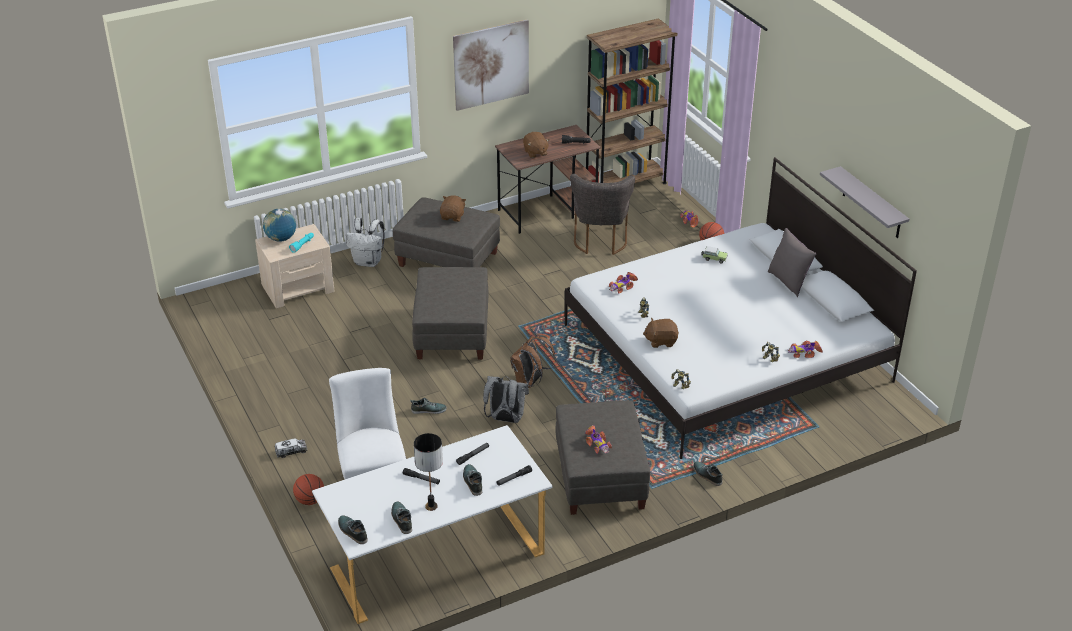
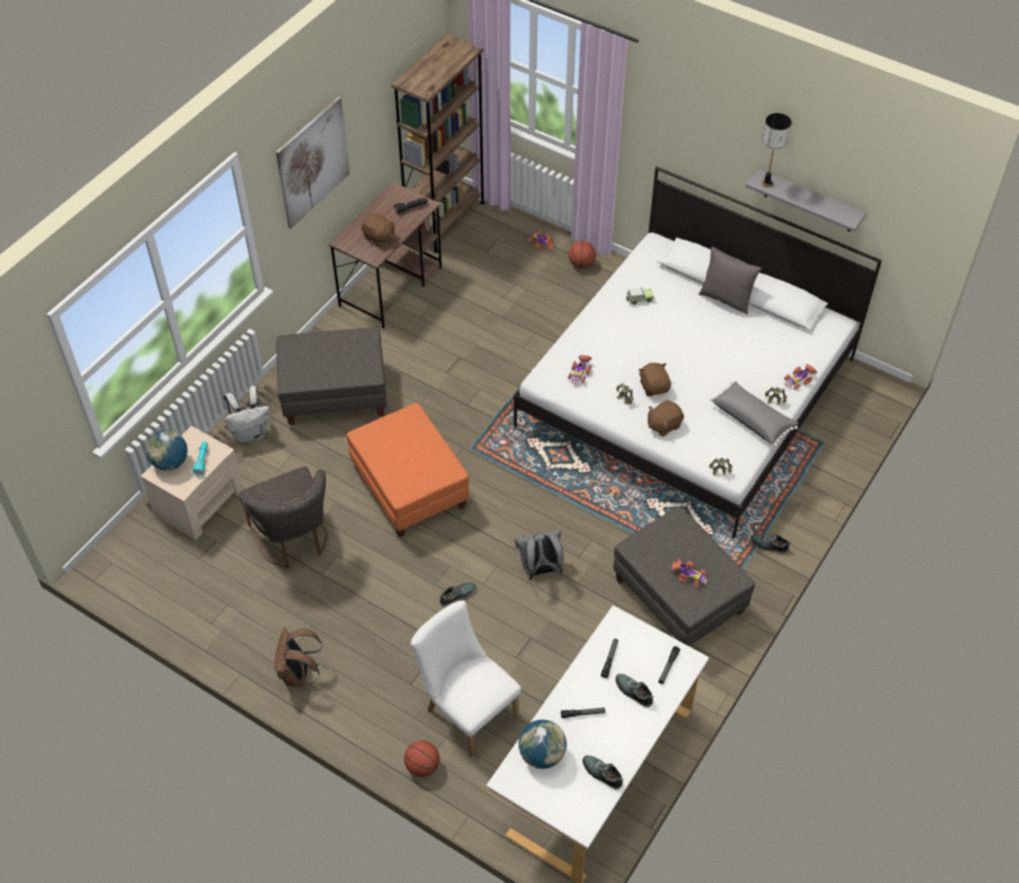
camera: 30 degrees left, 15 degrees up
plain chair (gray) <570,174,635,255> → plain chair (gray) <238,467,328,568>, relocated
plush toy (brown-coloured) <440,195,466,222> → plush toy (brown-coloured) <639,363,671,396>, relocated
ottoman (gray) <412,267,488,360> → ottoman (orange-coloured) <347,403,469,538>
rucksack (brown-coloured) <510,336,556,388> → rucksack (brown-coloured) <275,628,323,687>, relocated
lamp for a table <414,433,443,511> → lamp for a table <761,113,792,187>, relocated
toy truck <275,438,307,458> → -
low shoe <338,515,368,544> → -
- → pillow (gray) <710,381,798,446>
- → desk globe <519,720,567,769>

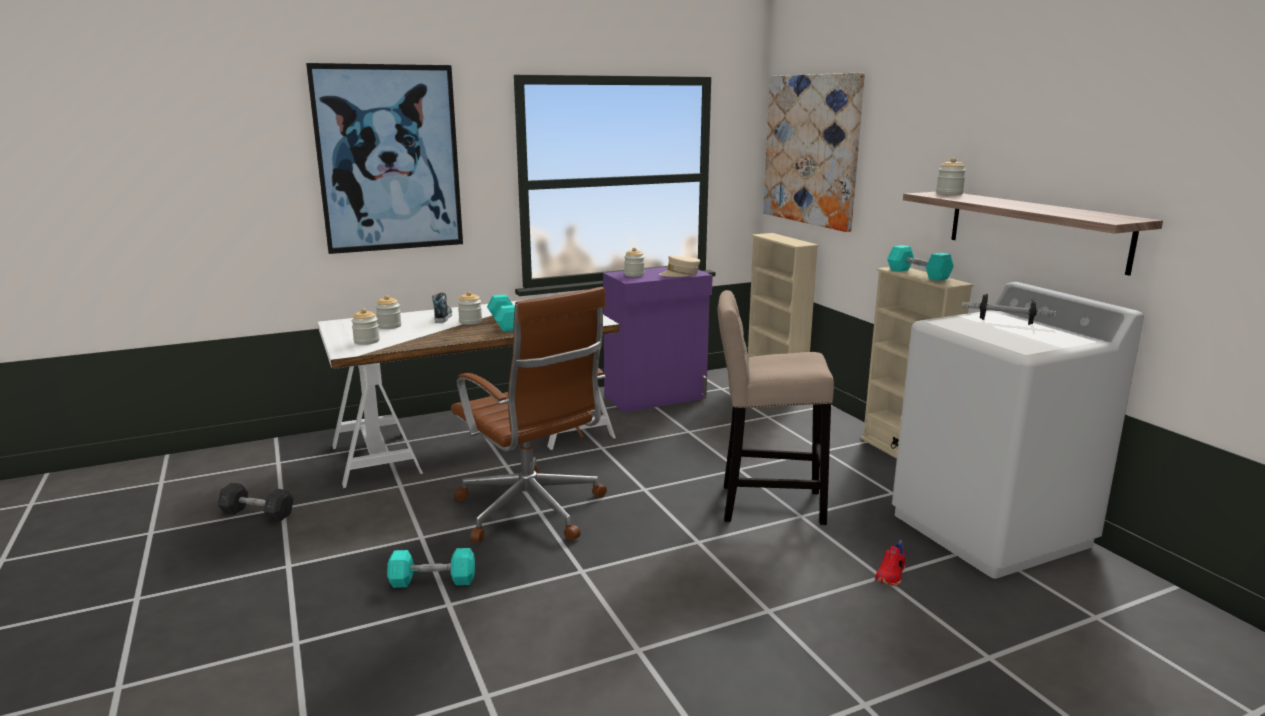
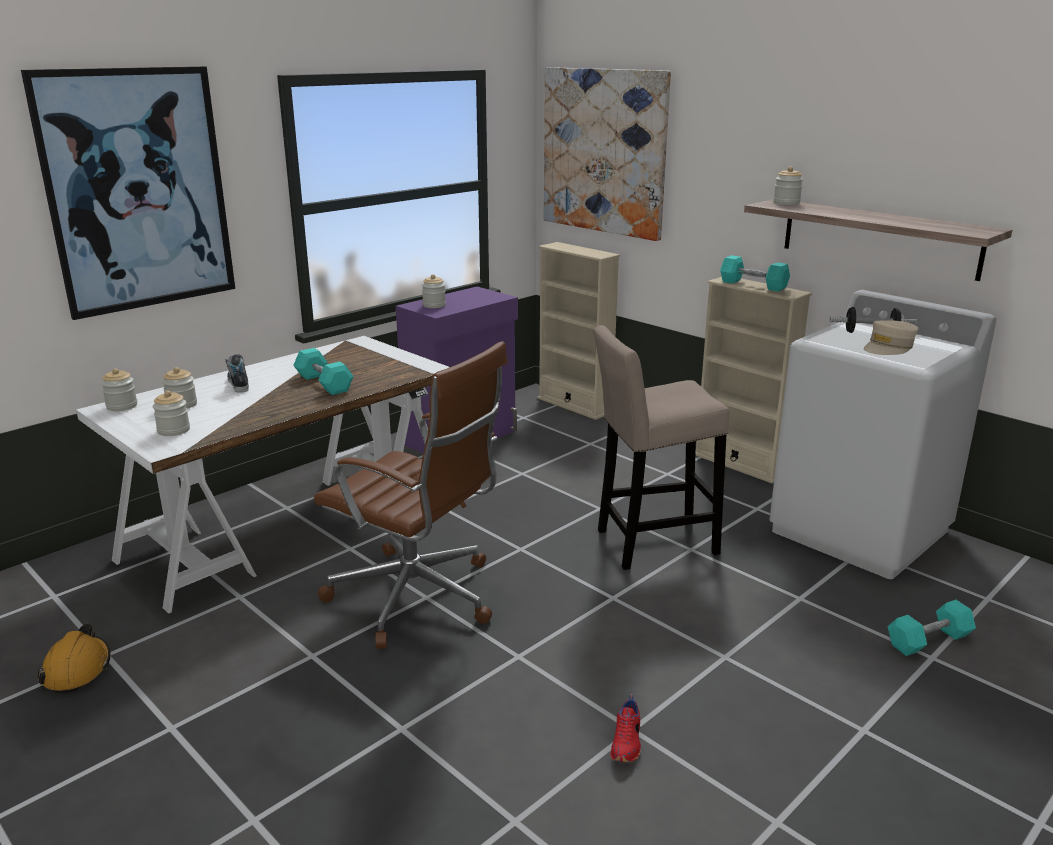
camera: 20 degrees left, 5 degrees up
baseball cap (sand-coloured) <659,256,700,277> → baseball cap (sand-coloured) <864,320,918,355>, relocated
storage jar <458,291,482,325> → storage jar <101,368,137,411>, relocated
free weight (gray) <217,483,294,521> → work helmet (orange-coloured) <37,624,111,693>
low shoe (red-coloured) <875,540,906,586> → low shoe (red-coloured) <610,694,641,762>, relocated
free weight (turquoise-coloured) <387,548,475,588> → free weight (turquoise-coloured) <887,600,976,656>, relocated

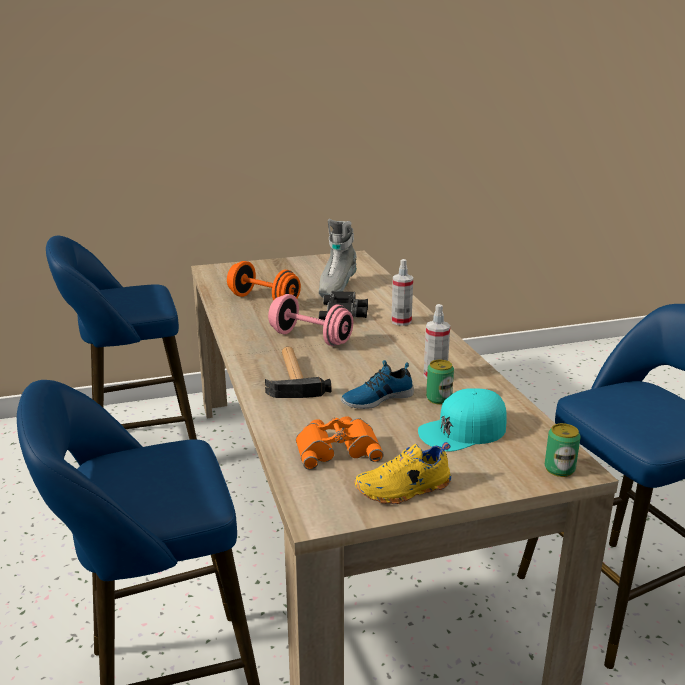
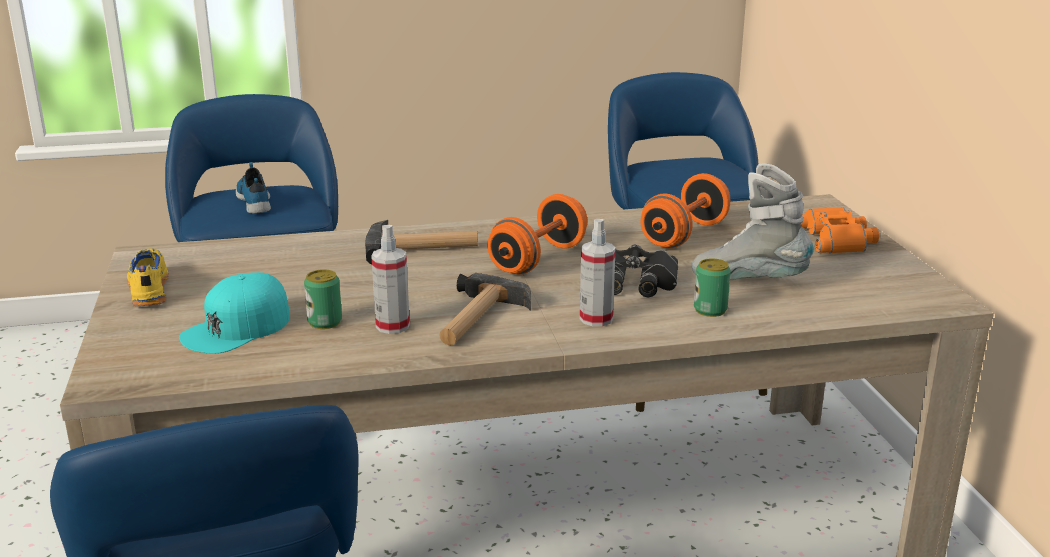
camera: 95 degrees right, 0 degrees up
free weight (pink) <268,294,353,346> → free weight (orange-coloured) <487,194,588,274>
low shoe <341,360,414,409> → low shoe <236,162,271,213>, relocated
baseball cap (turquoise-coloured) <418,388,507,452> → baseball cap (turquoise-coloured) <179,272,290,354>, 120 degrees counterclockwise
field glasses (orange-coloured) <296,416,384,470> → field glasses (orange-coloured) <801,207,879,253>, relocated
can <545,423,581,477> → can <694,258,731,317>, relocated
- → hammer <439,273,531,346>

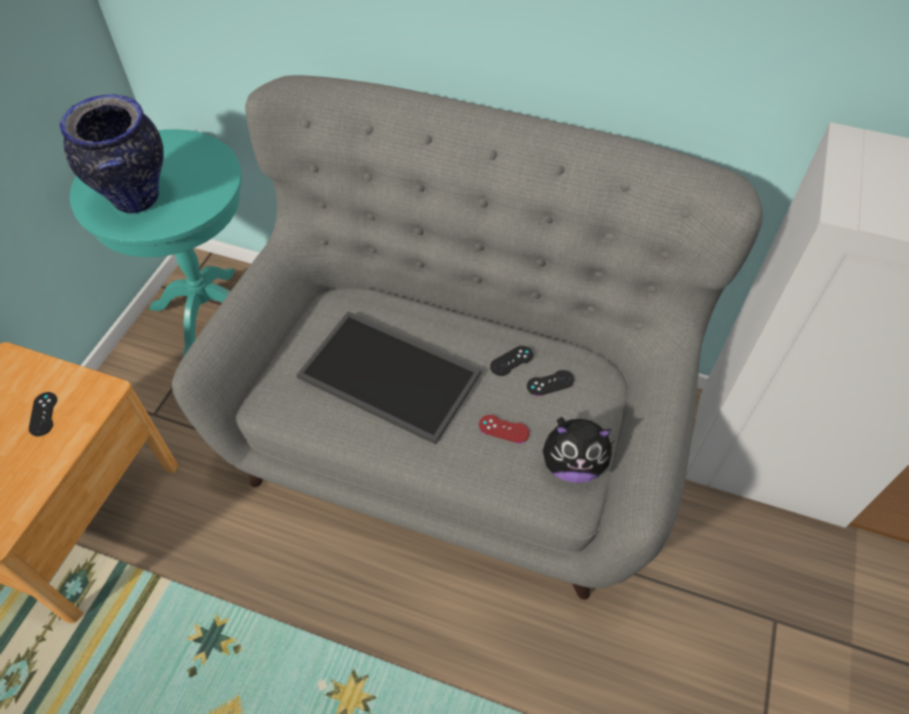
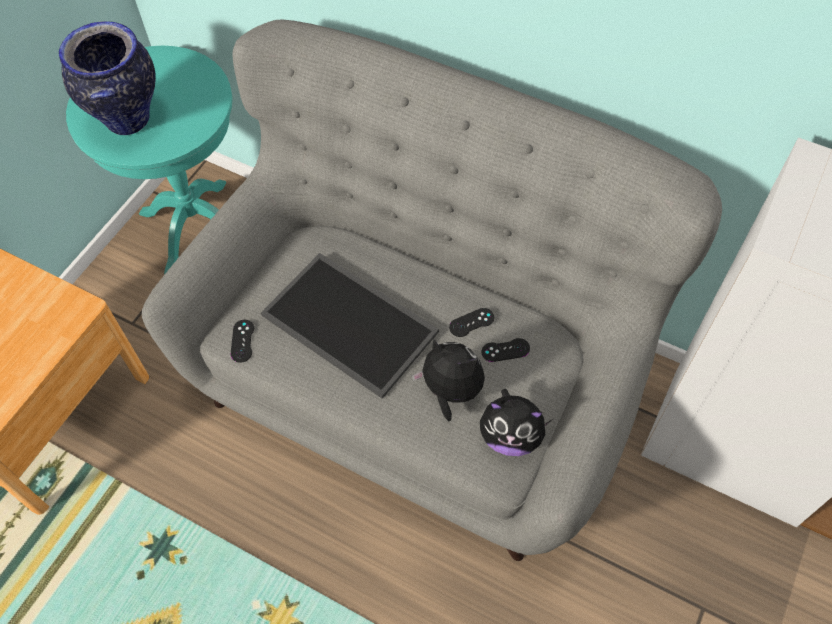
camera: 10 degrees right, 5 degrees up
gamepad (black) <29,392,57,436> → gamepad (black) <231,320,254,363>, relocated
gamepad (red-coloured) <479,415,530,443> → plush toy <412,339,485,422>

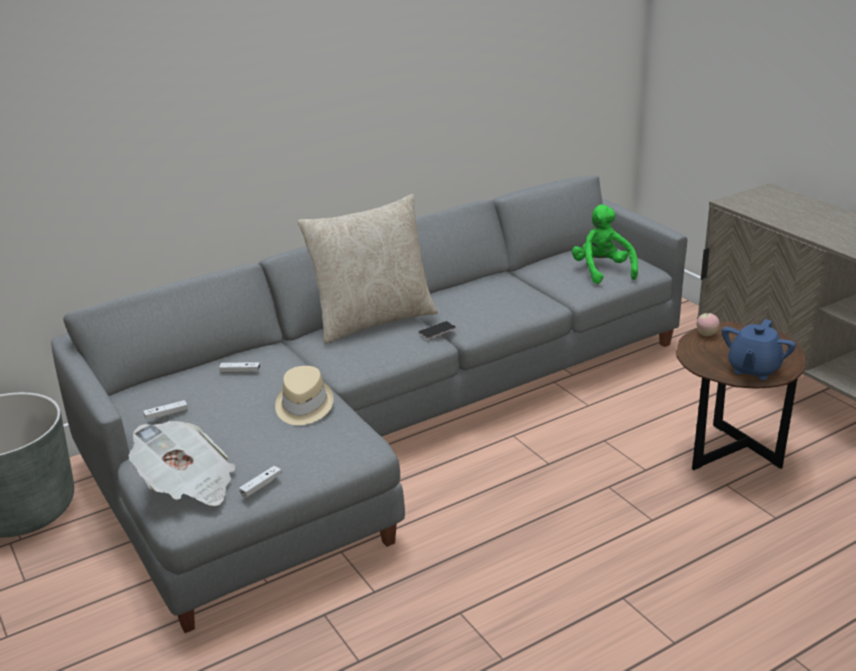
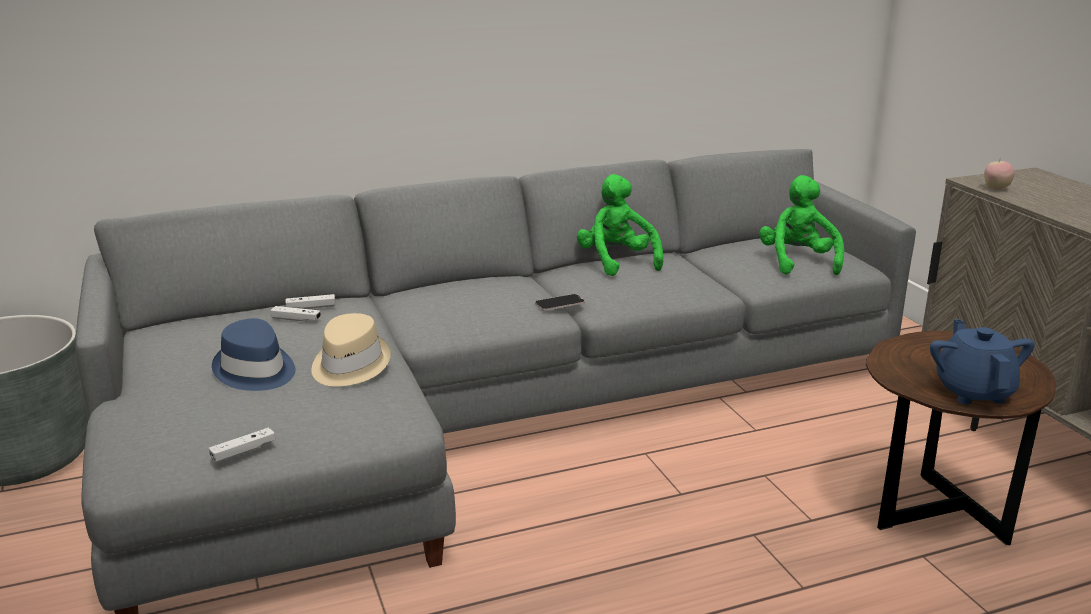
camera: 10 degrees right, 5 degrees down
pillow (sand-coloured) <298,194,438,344> → -
apple fruit <696,312,720,336> → apple fruit <984,159,1015,190>, relocated
tea pot (blue) <722,319,796,380> → tea pot (blue) <930,319,1035,405>, 135 degrees clockwise
gamepad (white-coloured) <143,400,188,419> → gamepad (white-coloured) <285,294,335,309>, relocated
daily paper <128,421,236,506> → -
- → plush toy (green-coloured) <577,174,663,276>
- → hat (blue) <212,318,296,391>

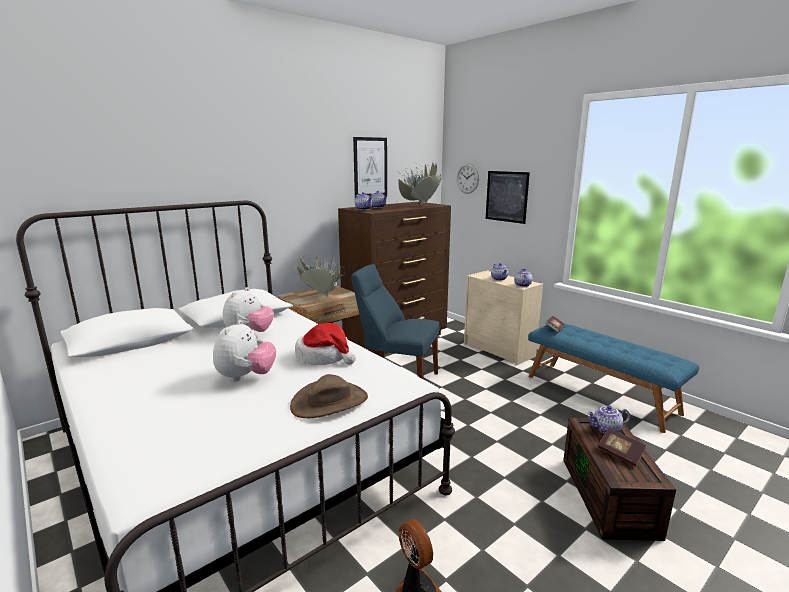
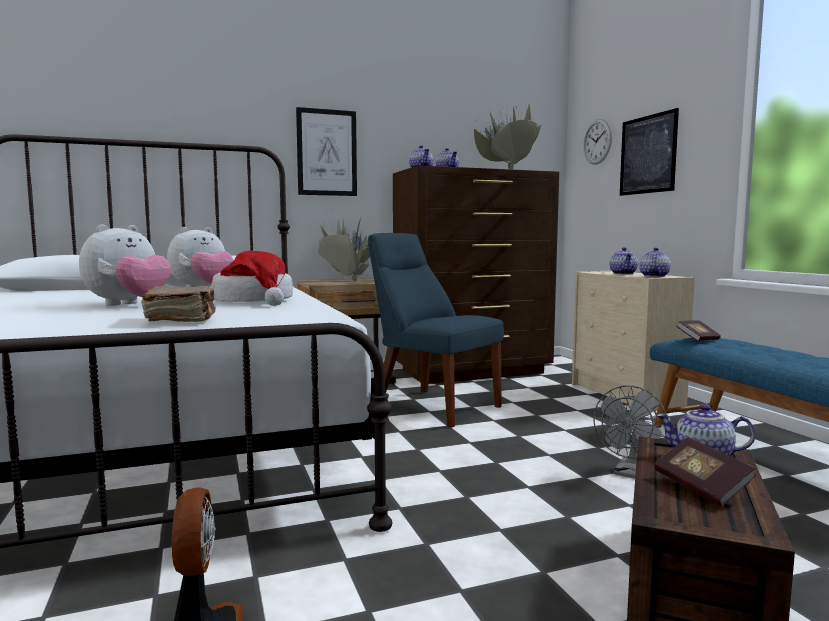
camera: 20 degrees right, 10 degrees down
picture <353,137,387,196> → picture <296,107,357,196>, relocated
hat (brown-coloured) <290,374,368,418> → bound book (brown-coloured) <141,286,216,322>
- → cooling fan (gray) <593,386,666,479>

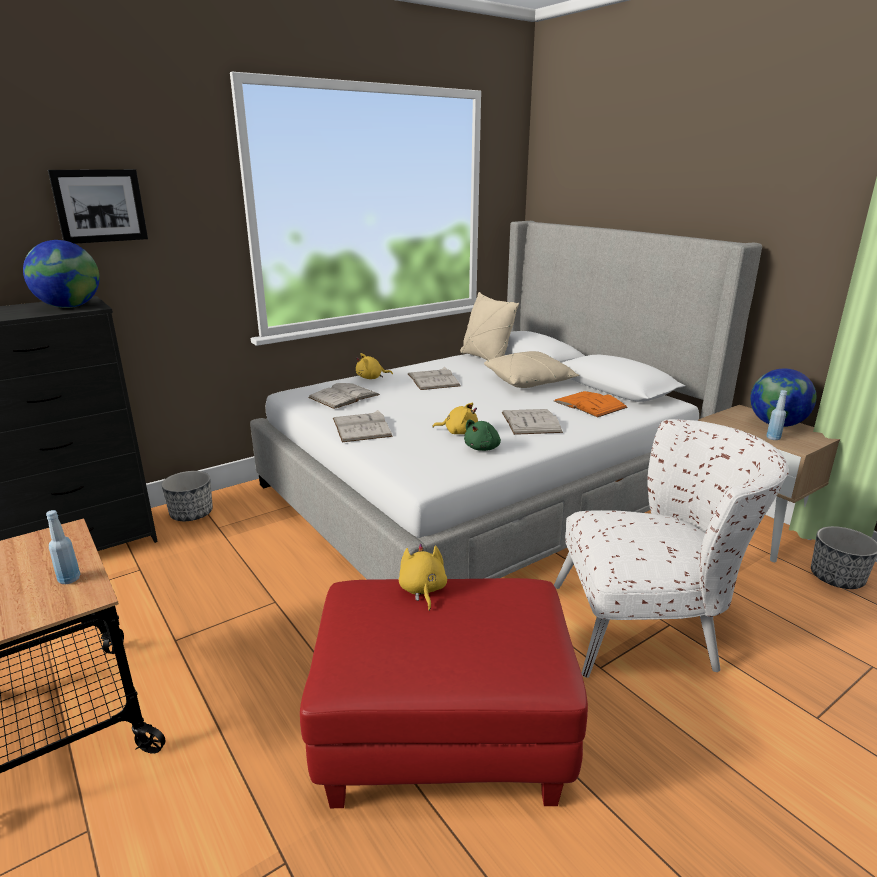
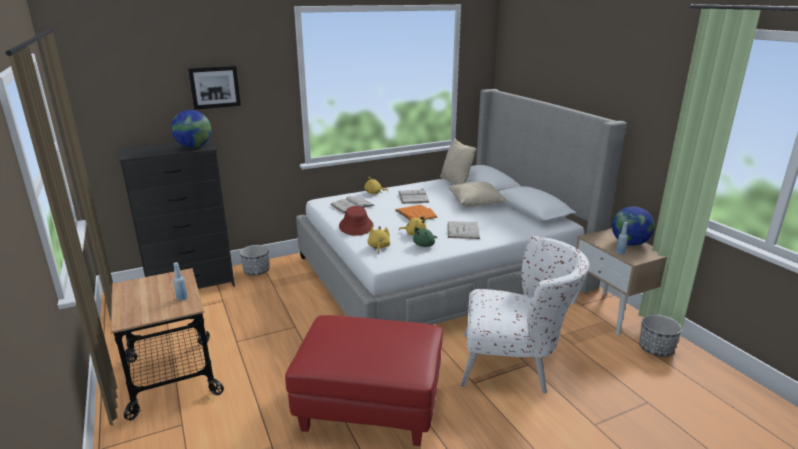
camera: 10 degrees right, 0 degrees up
bound book (orange-coloured) <554,391,628,418> → bound book (orange-coloured) <396,205,438,220>, relocated
bound book (white-coloured) <333,410,393,442> → hat (red-coloured) <339,206,374,236>
plush toy (yellowish) <399,544,447,611> → plush toy (yellowish) <367,226,390,254>, relocated

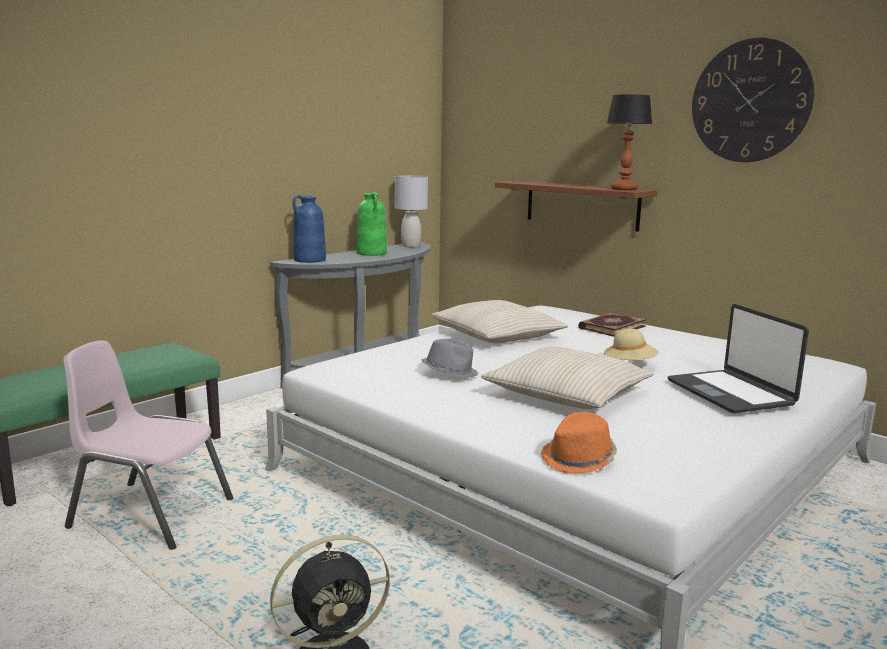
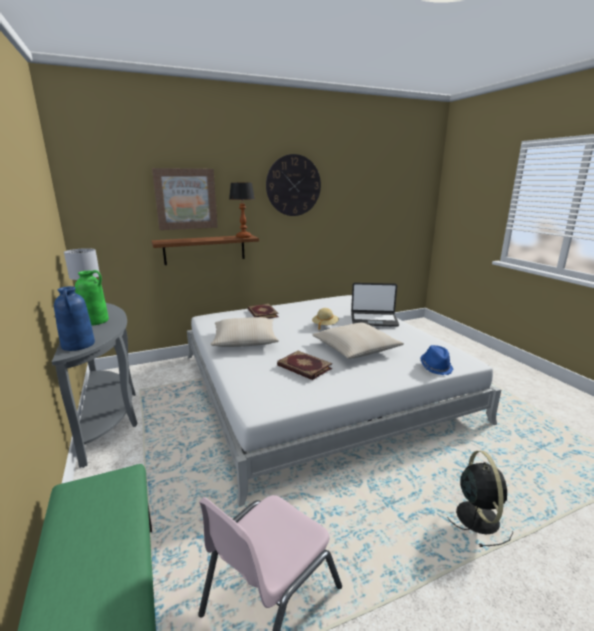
camera: 65 degrees left, 5 degrees up
hat (gray) <421,339,479,378> → bound book <277,351,332,380>
hat (orange-coloured) <541,411,617,474> → hat (blue) <420,345,454,375>
- → picture <152,168,218,230>

